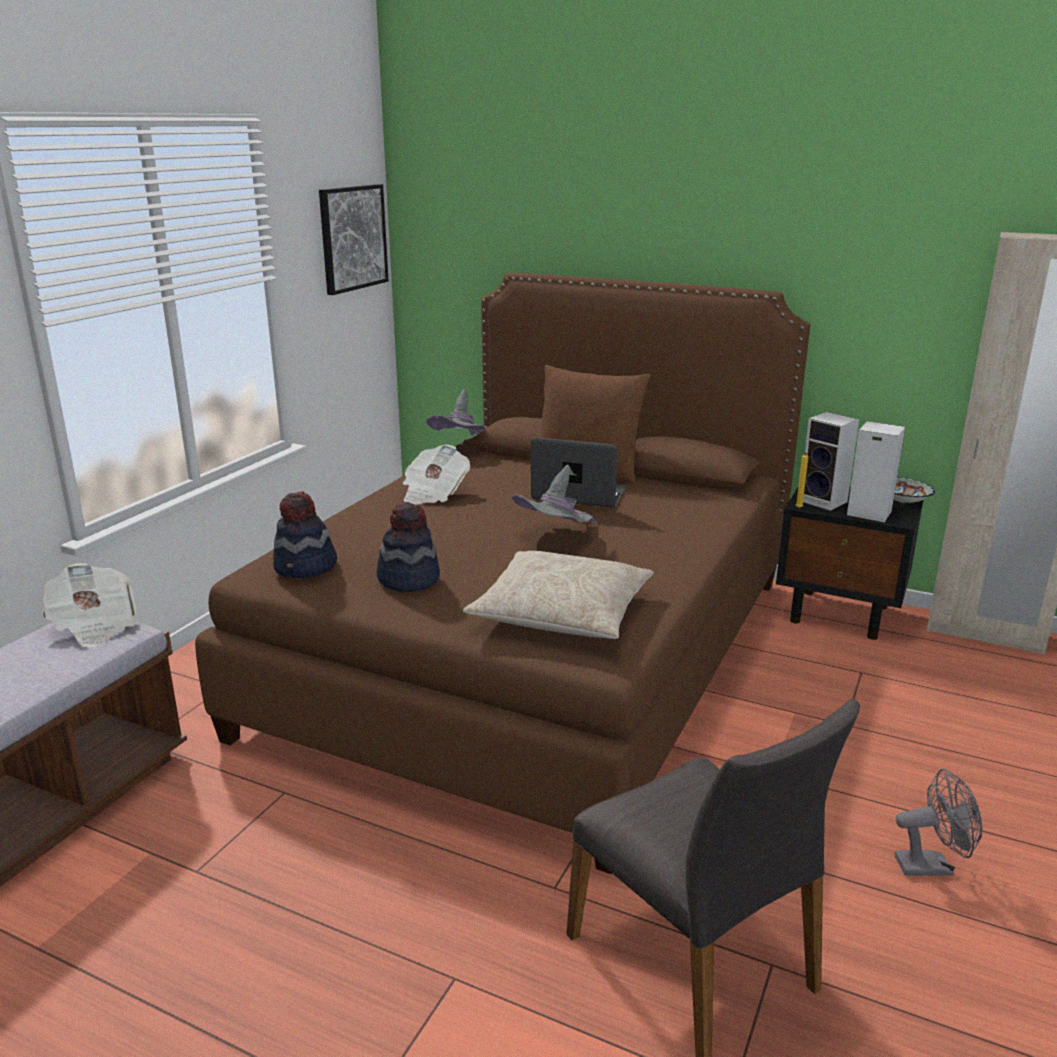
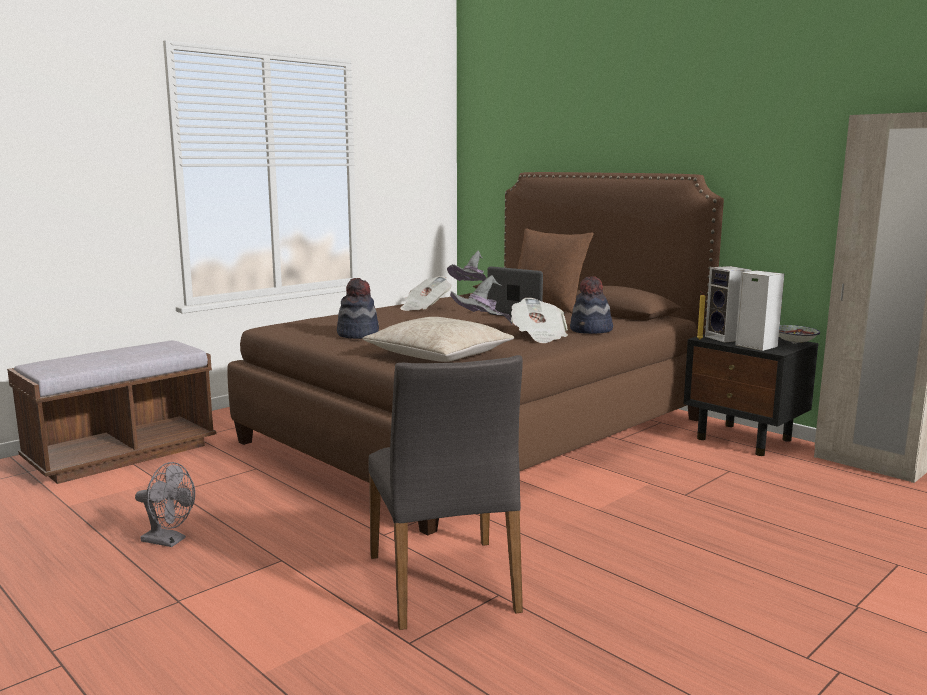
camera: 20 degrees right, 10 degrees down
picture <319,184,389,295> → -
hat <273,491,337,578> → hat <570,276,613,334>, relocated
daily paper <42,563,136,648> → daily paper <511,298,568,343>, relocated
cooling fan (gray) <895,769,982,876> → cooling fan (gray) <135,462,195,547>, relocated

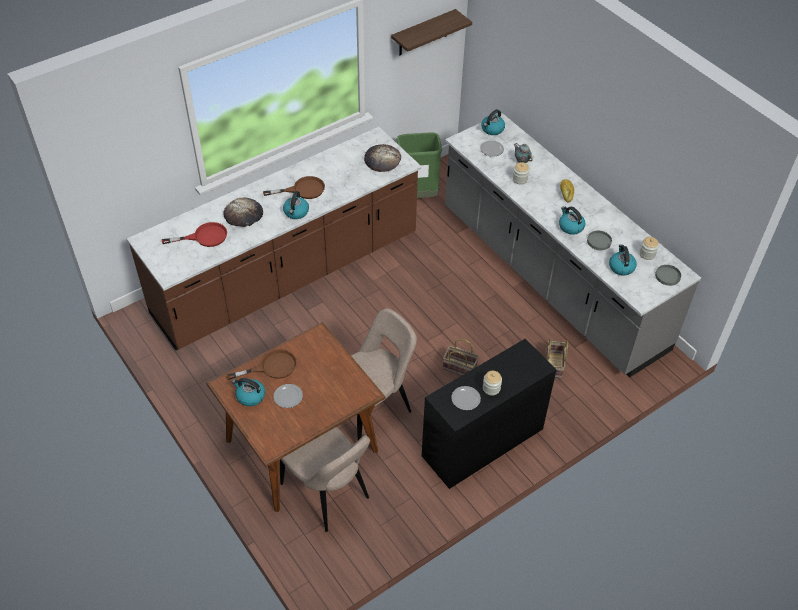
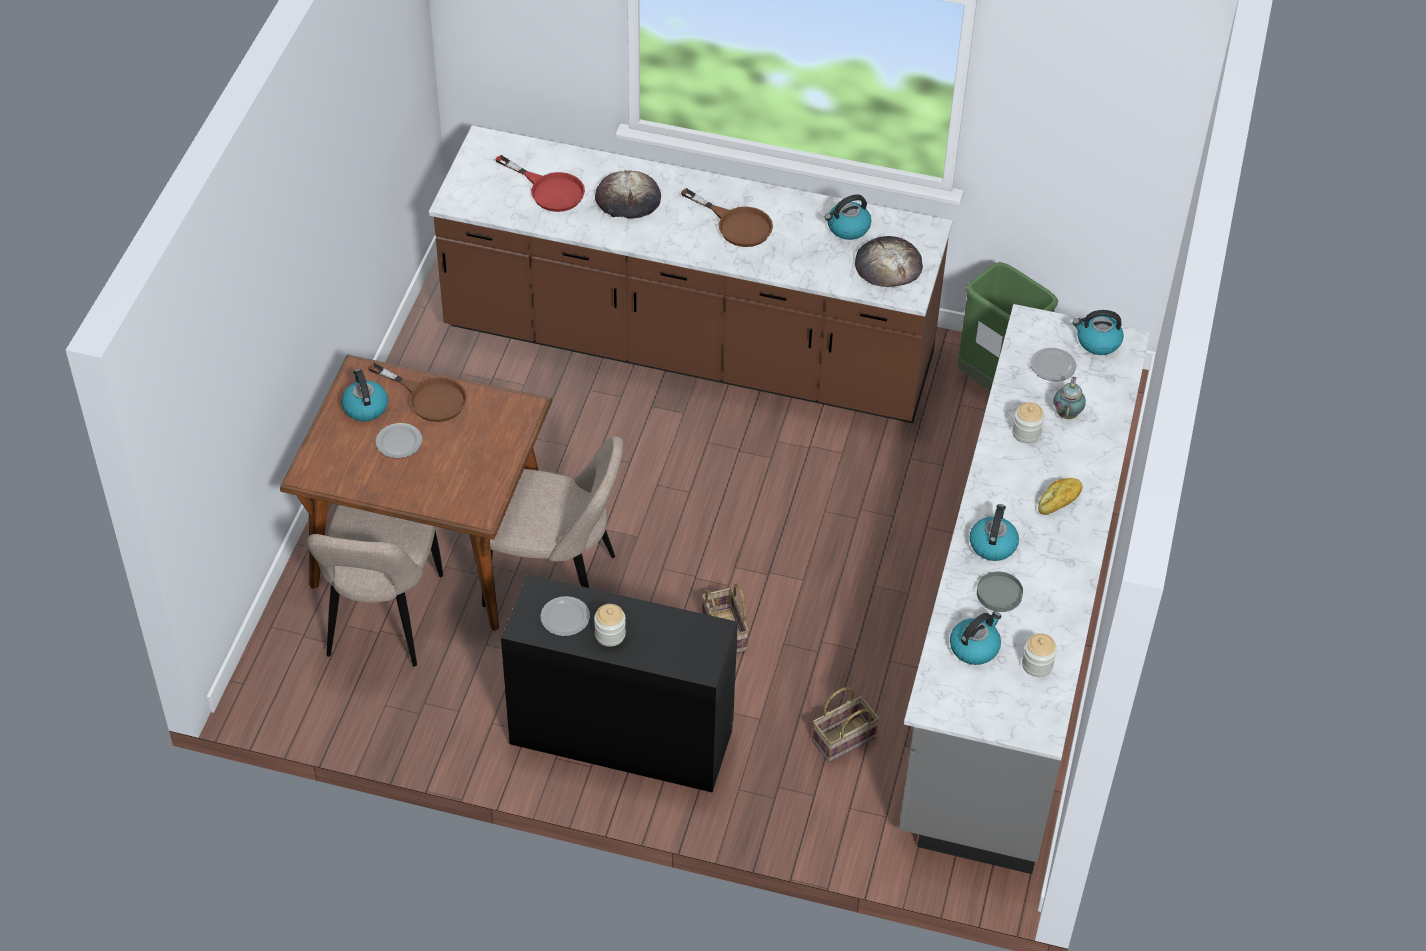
camera: 50 degrees right, 0 degrees up
wall shelf <391,9,472,55> → -
kettle <283,191,309,219> → kettle <824,194,871,240>, relocated
flat dish (gray) <655,265,681,286> → -

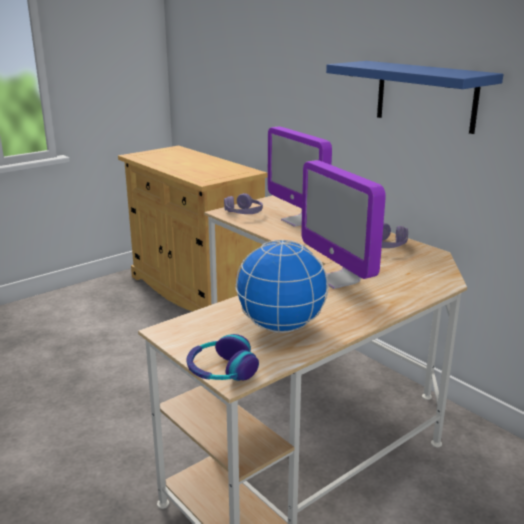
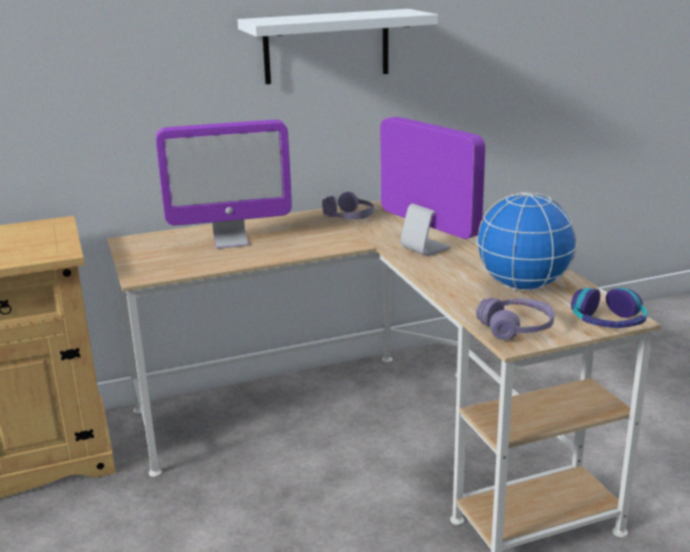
camera: 70 degrees left, 0 degrees up
wall shelf (blue) <326,61,503,134> → wall shelf (white-coloured) <238,9,438,84>
computer display <301,160,386,289> → computer display <380,117,485,256>, 120 degrees counterclockwise
pair of headphones (purplish) <224,193,263,214> → pair of headphones (purplish) <476,298,554,340>, relocated

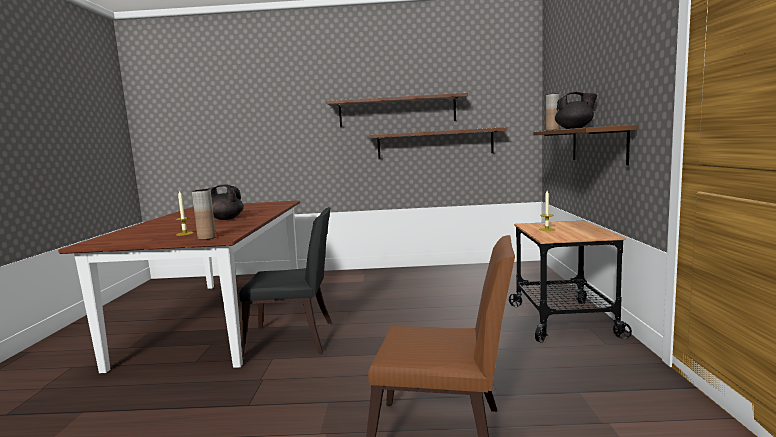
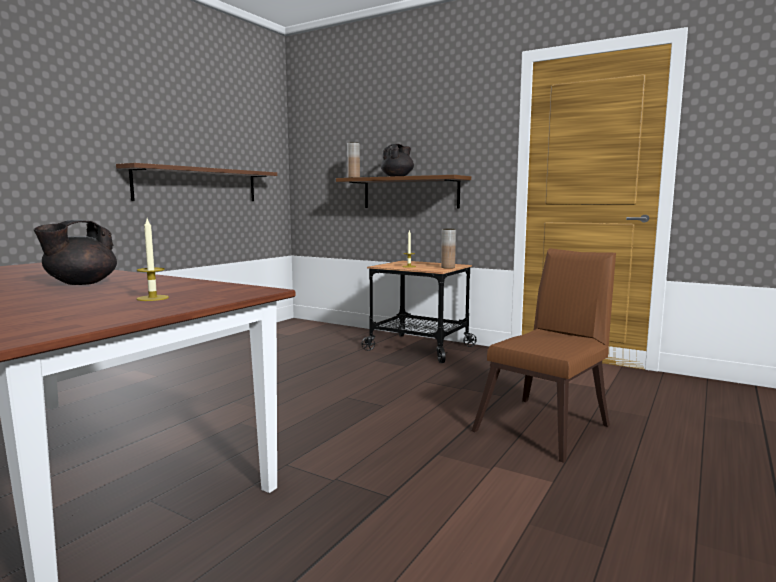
camera: 60 degrees left, 0 degrees up
wall shelf <326,93,468,127> → -
vase (brown-coloured) <192,189,216,240> → vase (brown-coloured) <441,229,456,269>, relocated
plain chair (black) <239,207,332,357> → -

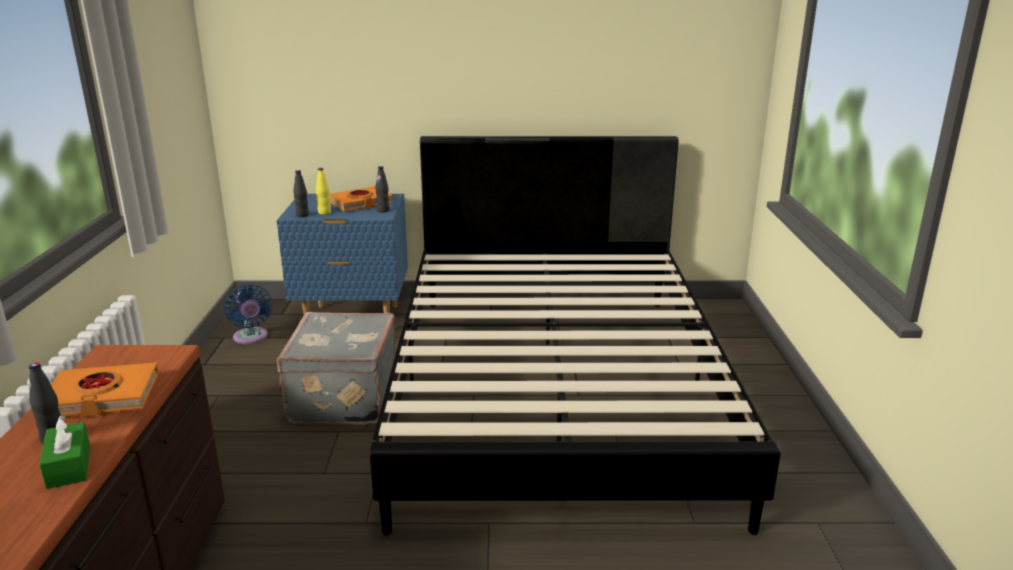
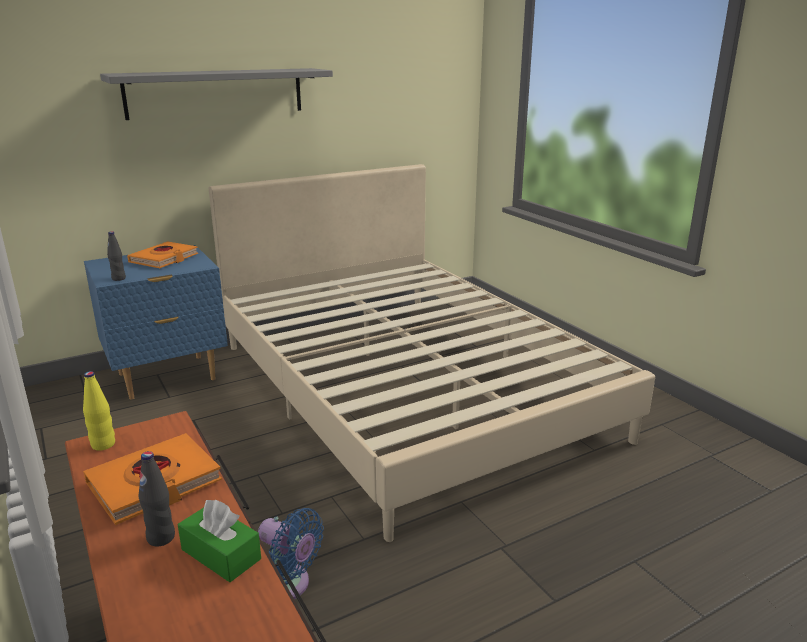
camera: 30 degrees left, 0 degrees up
sleeping bed (black) <370,136,780,535> → sleeping bed (sand-coloured) <209,164,655,542>
bottle (black) <375,166,389,212> → -
bottle (yellowish) <316,168,331,215> → bottle (yellowish) <83,371,115,451>, relocated
cooling fan (blue) <224,284,273,344> → cooling fan (blue) <258,508,324,599>, relocated
travel case (gray) <277,312,396,424> → -
- → wall shelf (gray) <100,68,333,120>

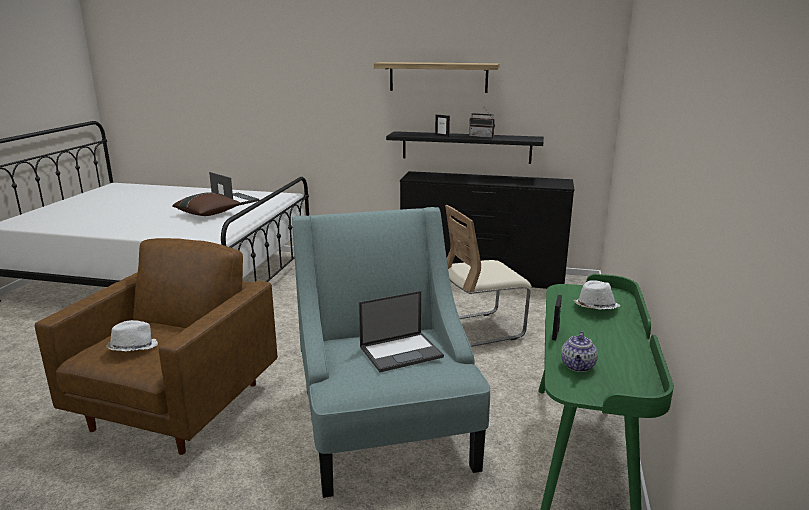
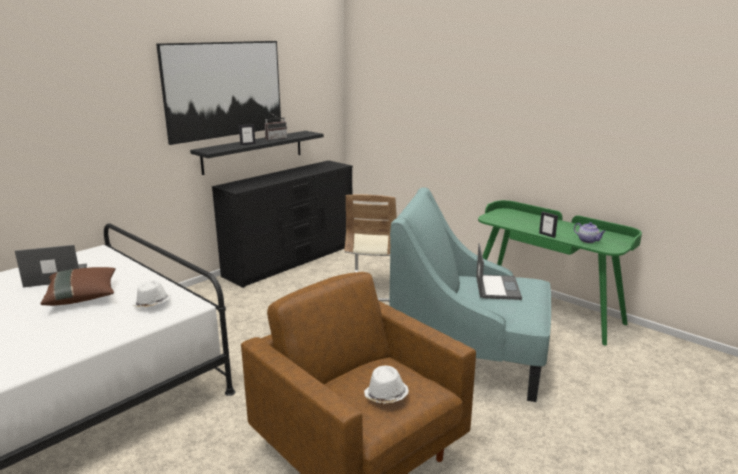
camera: 60 degrees left, 0 degrees up
wall shelf <374,62,499,93> → picture <156,41,281,145>
hat (white-coloured) <574,280,620,310> → hat (white-coloured) <133,280,171,307>, relocated

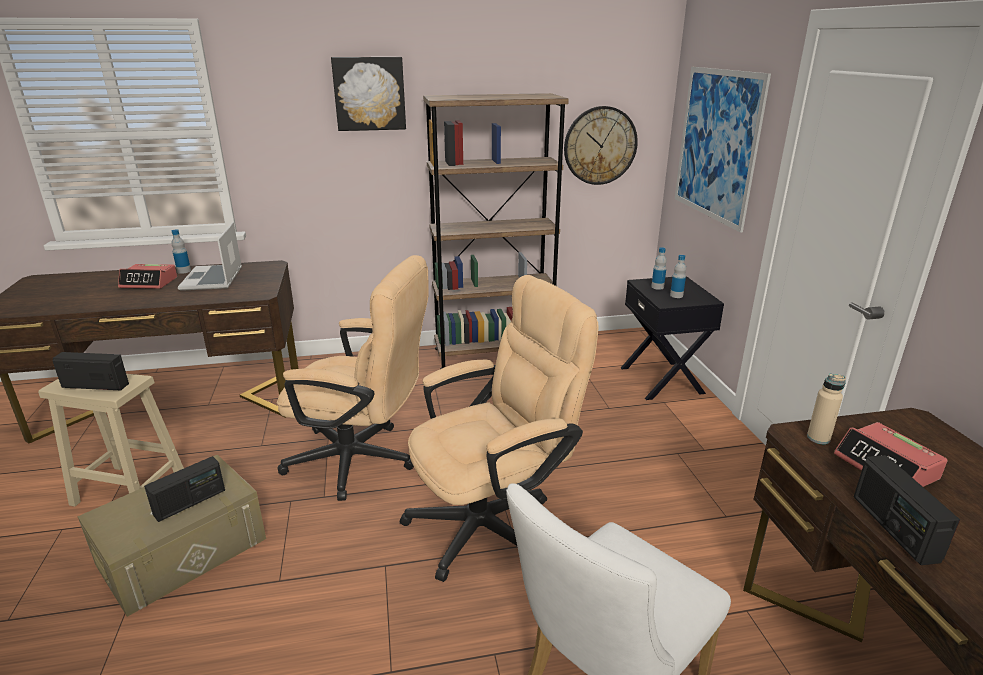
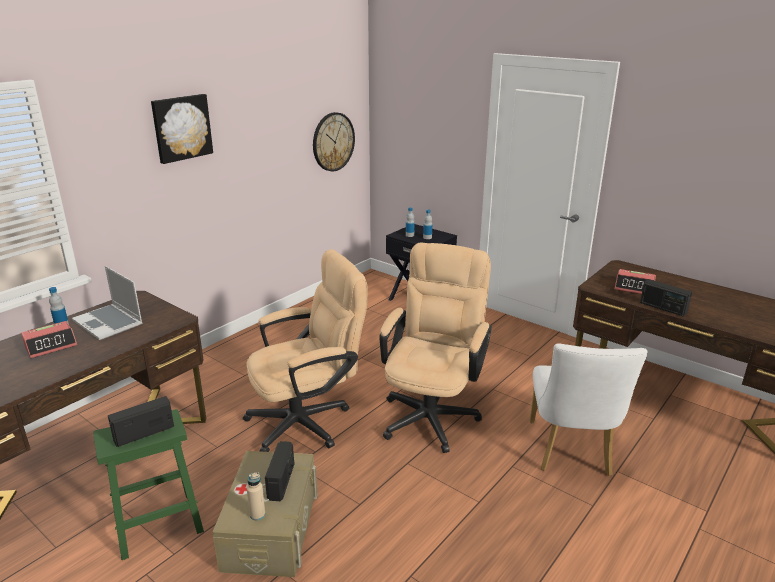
camera: 40 degrees left, 0 degrees up
picture <675,67,771,232> → -
shelving unit (brown-coloured) <423,93,569,369> → -
stool (sand-coloured) <38,374,184,507> → stool (green-coloured) <93,409,204,560>
bottle (sand-coloured) <807,374,846,444> → bottle (sand-coloured) <247,472,265,520>, relocated

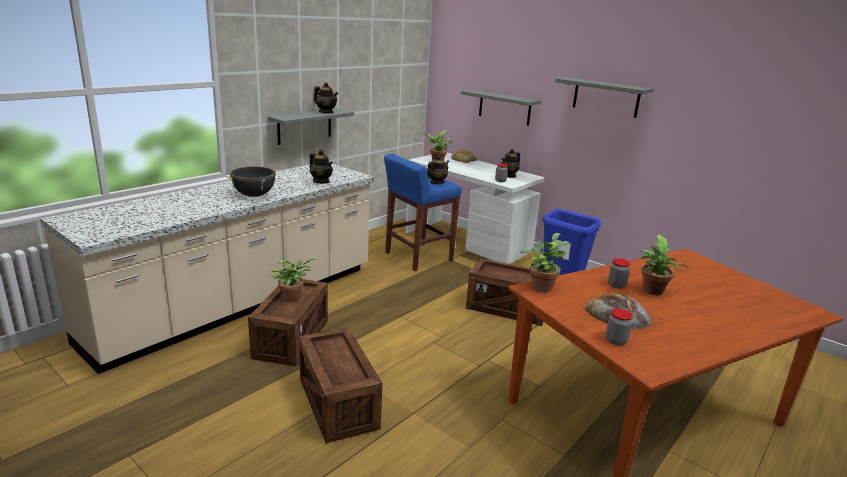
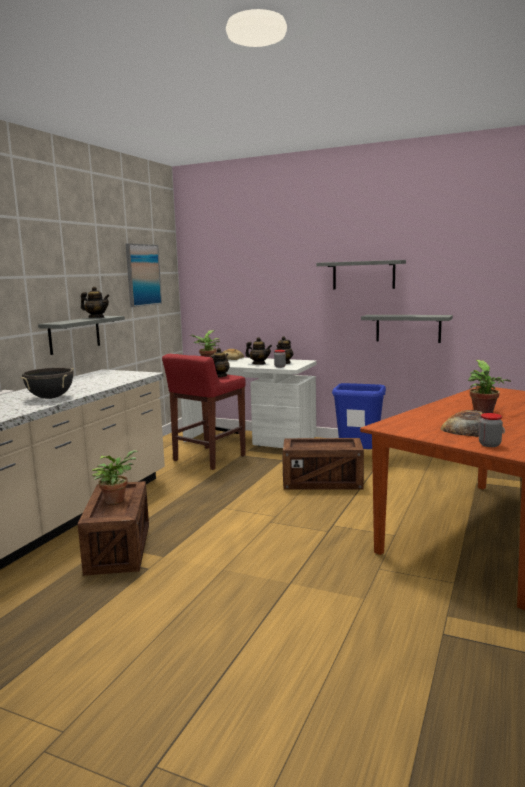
camera: 15 degrees left, 10 degrees down
wall shelf (gray) <461,89,541,126> → wall shelf (gray) <361,315,453,343>, relocated
tea pot <310,150,333,184> → tea pot <245,337,272,365>, relocated
stool (blue) <384,154,462,271> → stool (red-coloured) <162,354,246,470>
plant in a pot <520,233,569,292> → -
storage jar <608,258,630,289> → -
crate <299,327,382,443> → -
- → picture <126,243,162,307>

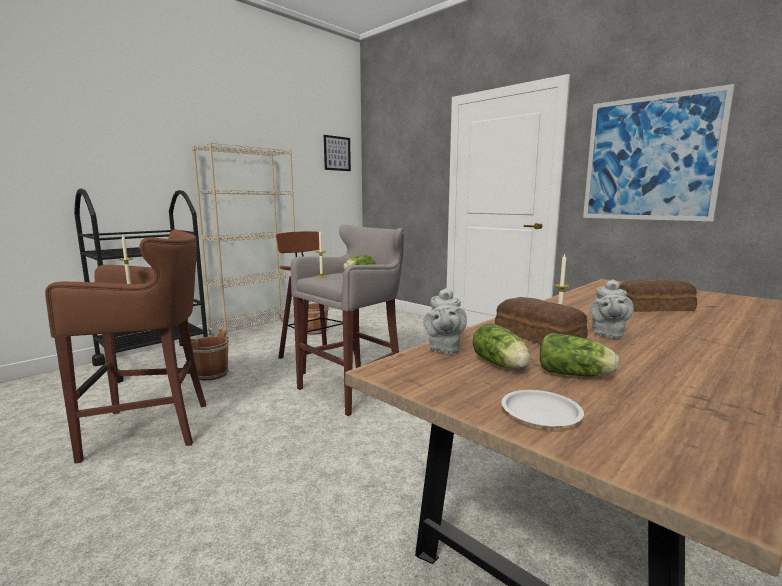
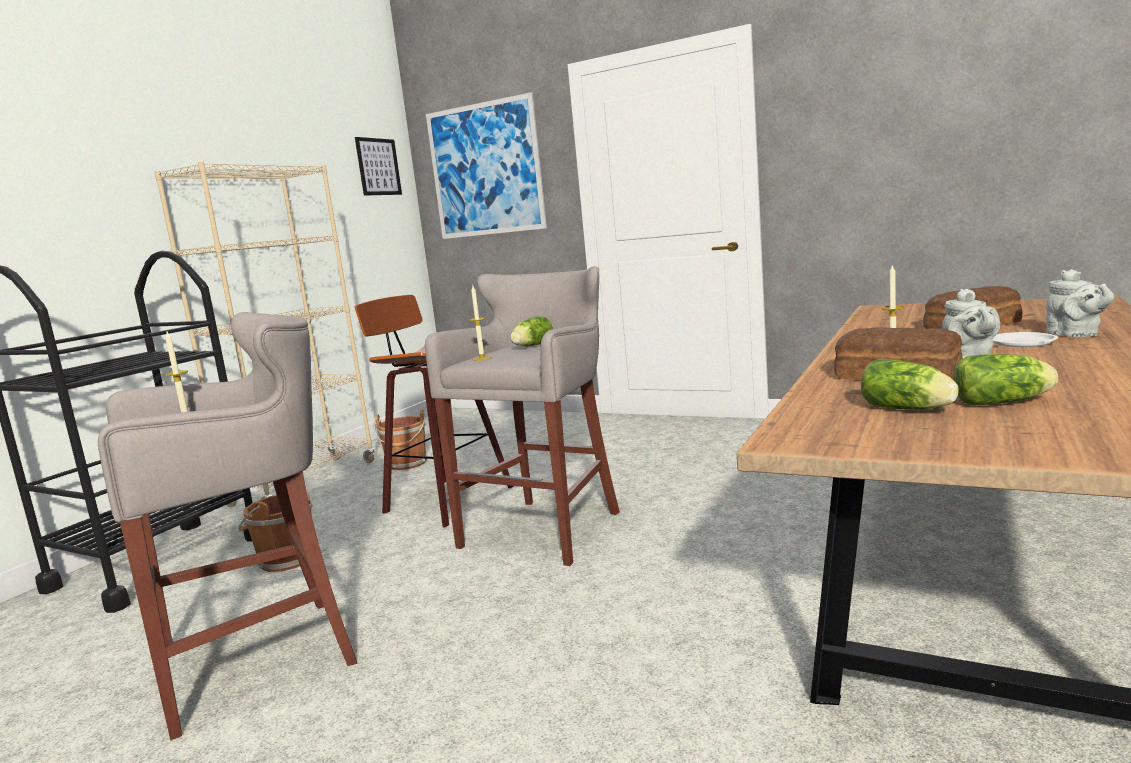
camera: 15 degrees left, 0 degrees up
picture <583,84,735,221> → picture <426,92,547,239>, relocated
stool (brown-coloured) <45,230,206,463> → stool (gray) <98,312,357,740>
tea pot (gray) <423,287,467,354> → tea pot (gray) <1046,269,1114,337>, relocated
flat dish (white-coloured) <501,390,584,428> → flat dish (white-coloured) <993,332,1059,347>, relocated

